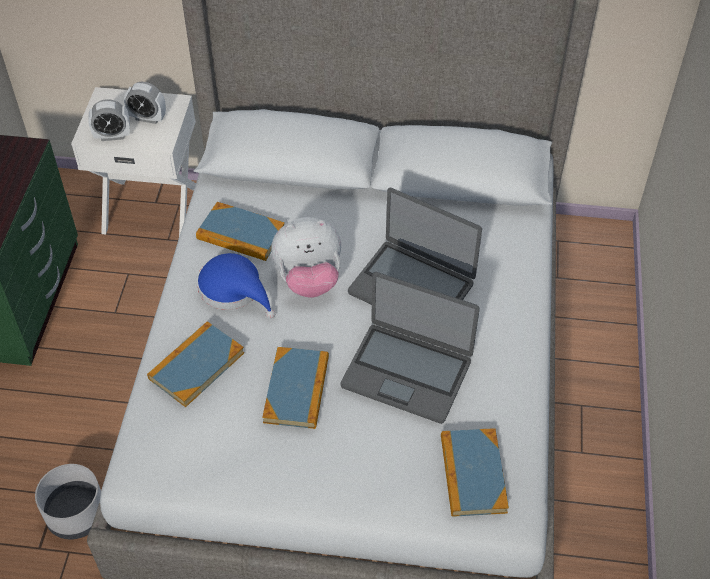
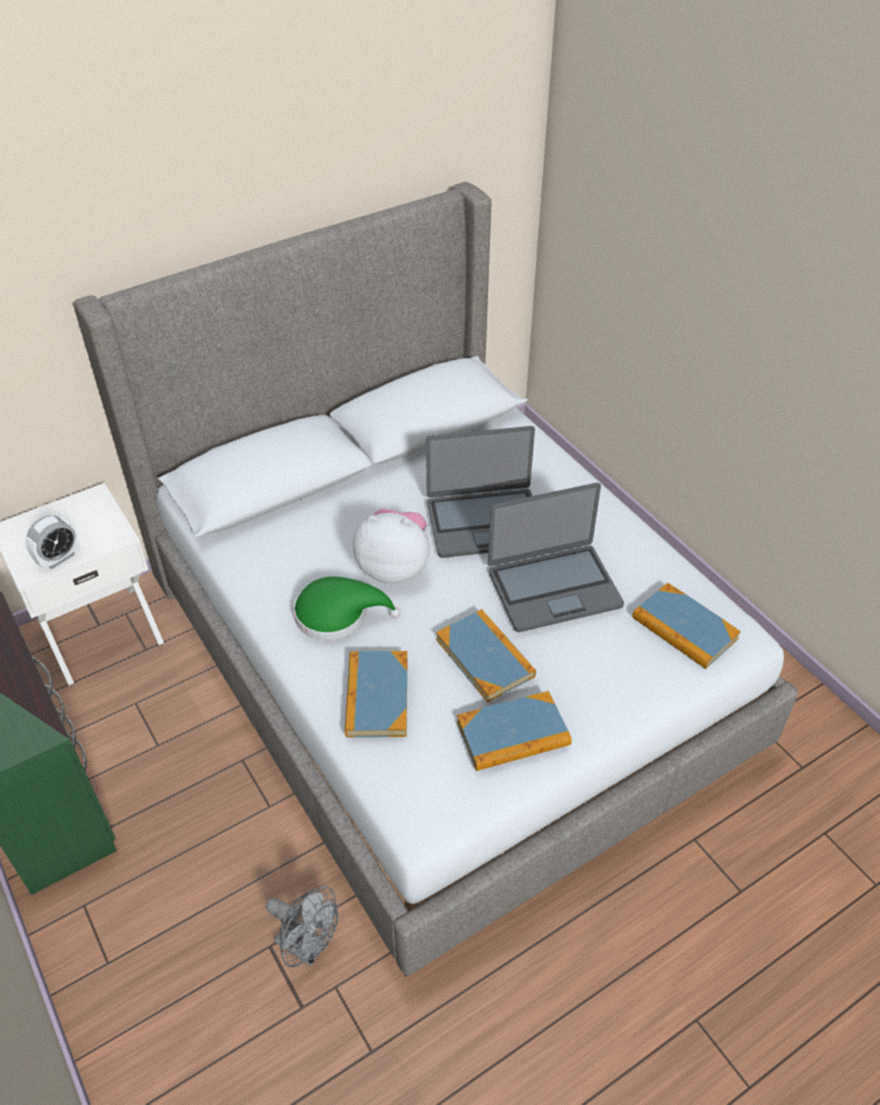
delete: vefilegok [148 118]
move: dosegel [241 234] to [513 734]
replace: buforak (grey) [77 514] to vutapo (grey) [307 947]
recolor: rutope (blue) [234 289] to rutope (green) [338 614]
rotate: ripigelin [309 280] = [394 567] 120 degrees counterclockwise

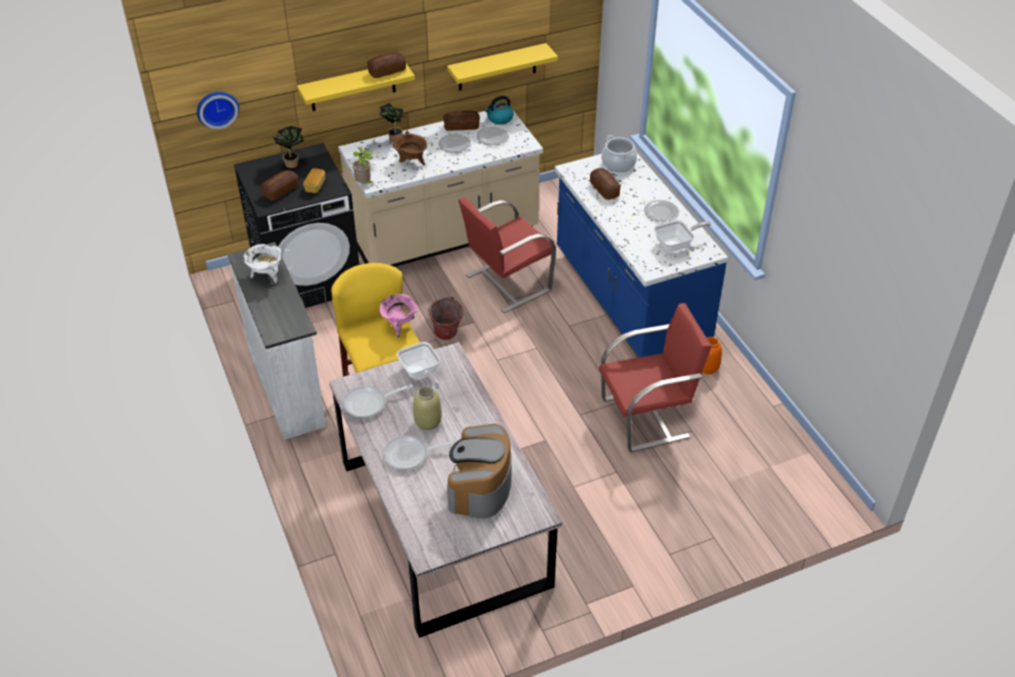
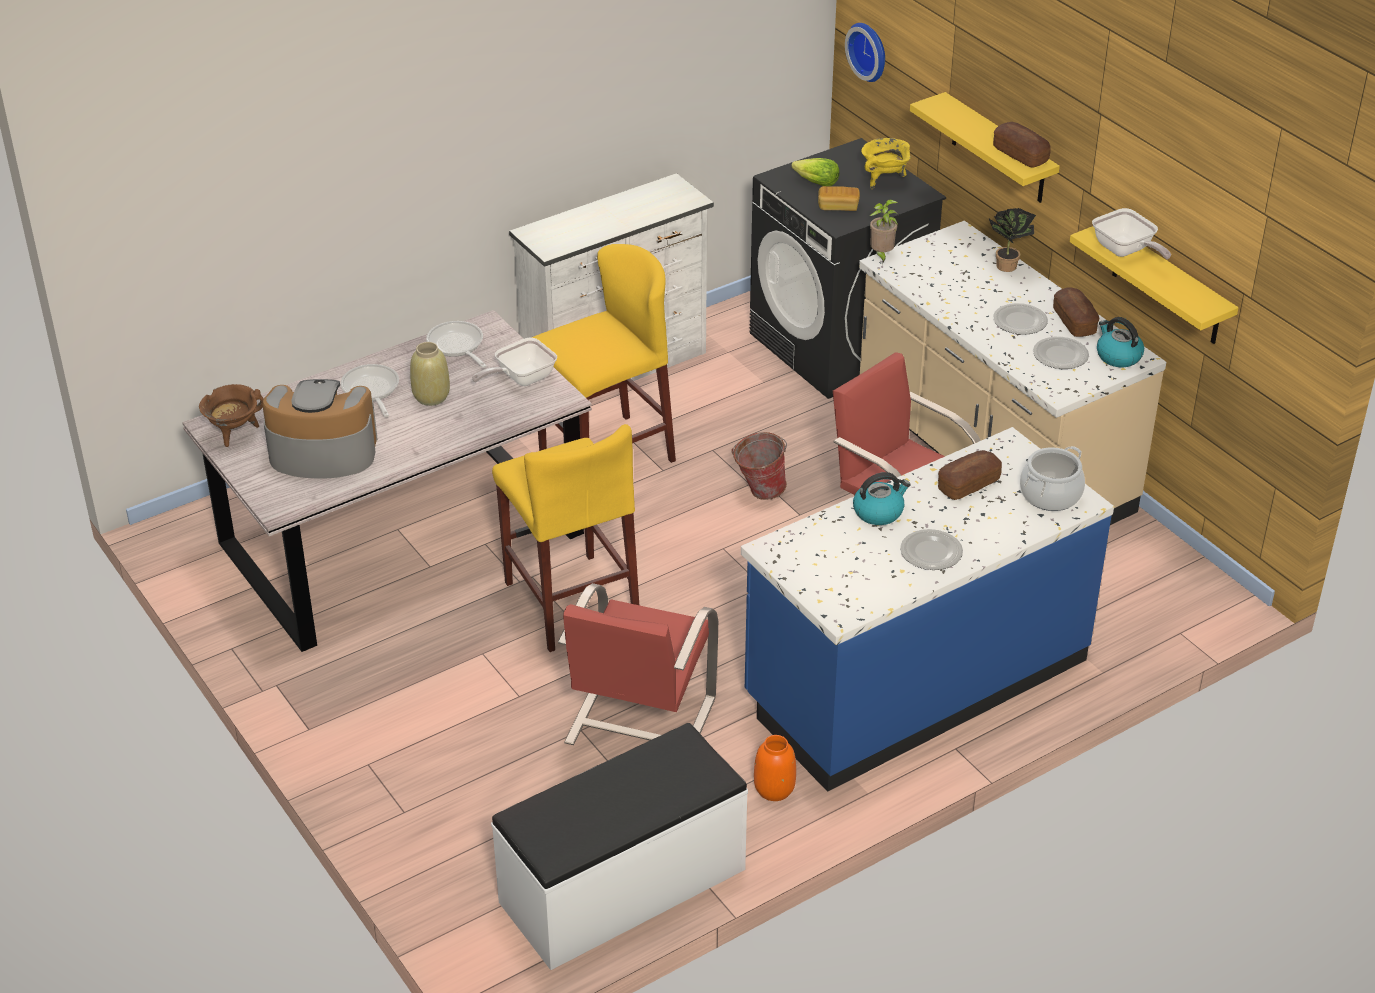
delete: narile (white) [266 275]; narile (pink) [399 326]
insert: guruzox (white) [624 887]; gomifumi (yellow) [571 602]; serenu [879 512]
move: narile (brown) [411 162] to [234 433]; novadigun [676 244] to [1125 251]
replace: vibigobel [281 191] to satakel [816 183]; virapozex [292 163] to narile (yellow) [884 180]
rotate: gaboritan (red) [647 418] = [638 722] 45 degrees clockwise

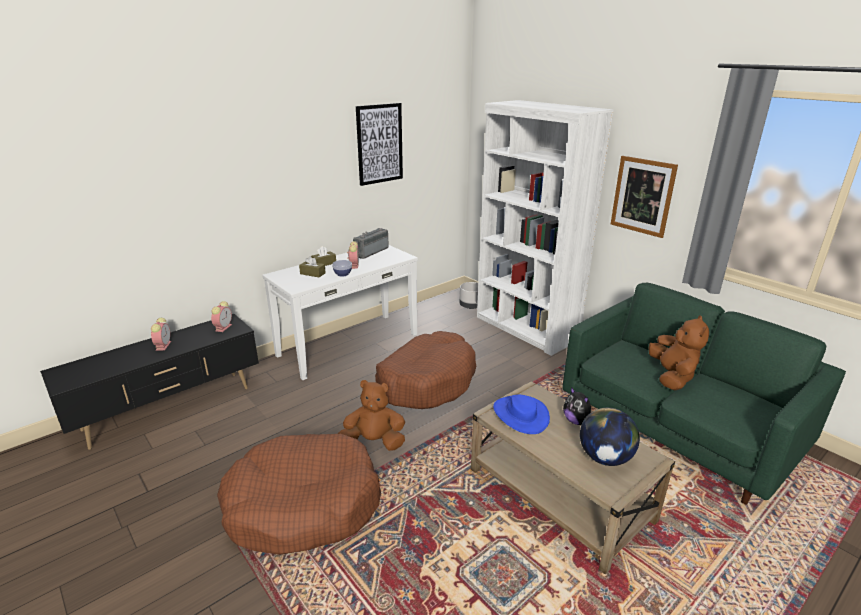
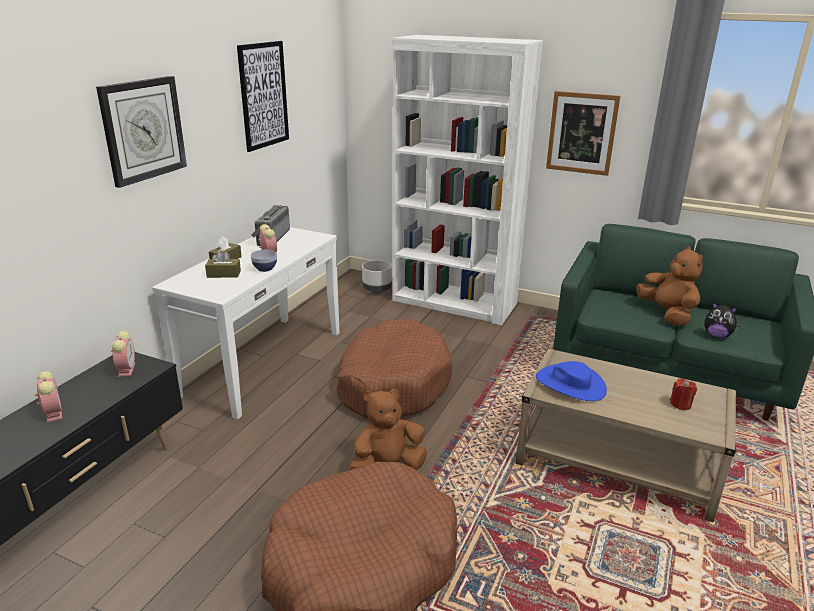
insert: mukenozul [143 130]
move: ripigelin [576 421] to [717 335]
replace: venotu [605 458] to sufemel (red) [680 404]

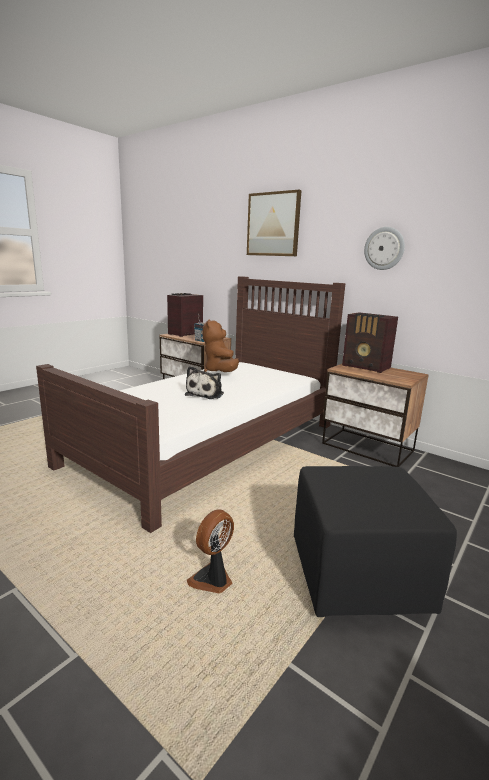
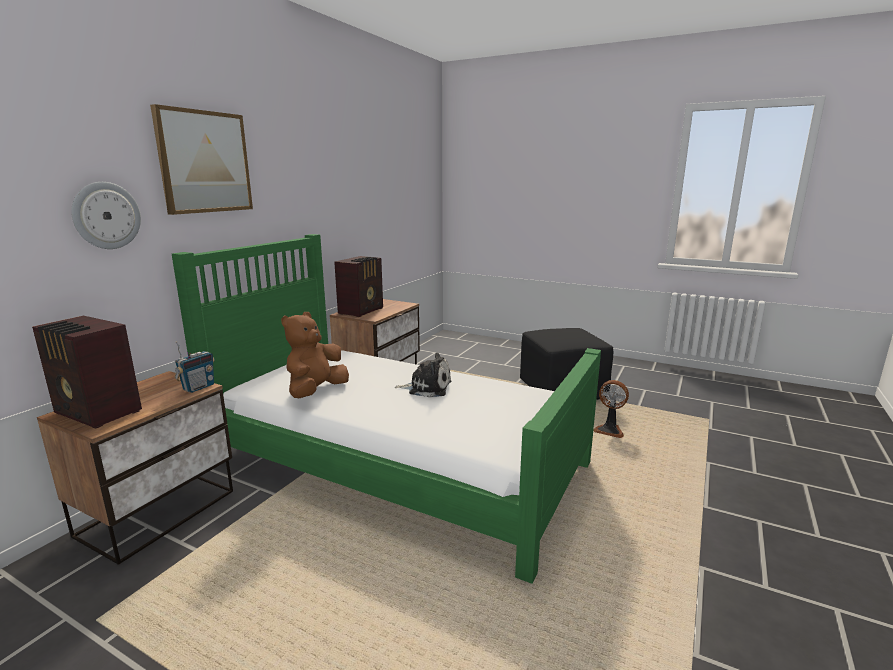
move: mukenozul [384 248] to [106 215]
recolor: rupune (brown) [210 443] to rupune (green) [396 462]
rotate: ripigelin (brown) [220 372] = [316 391] 135 degrees clockwise

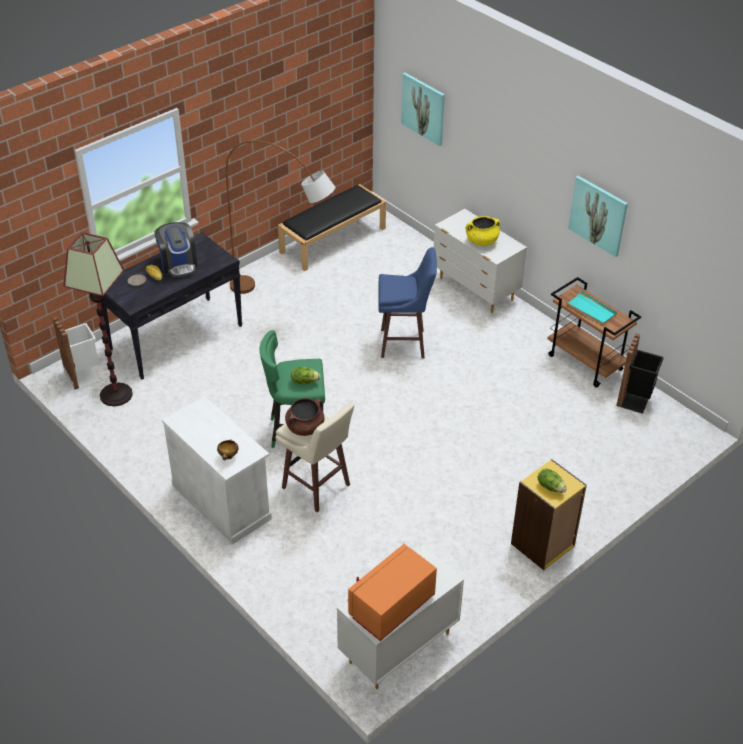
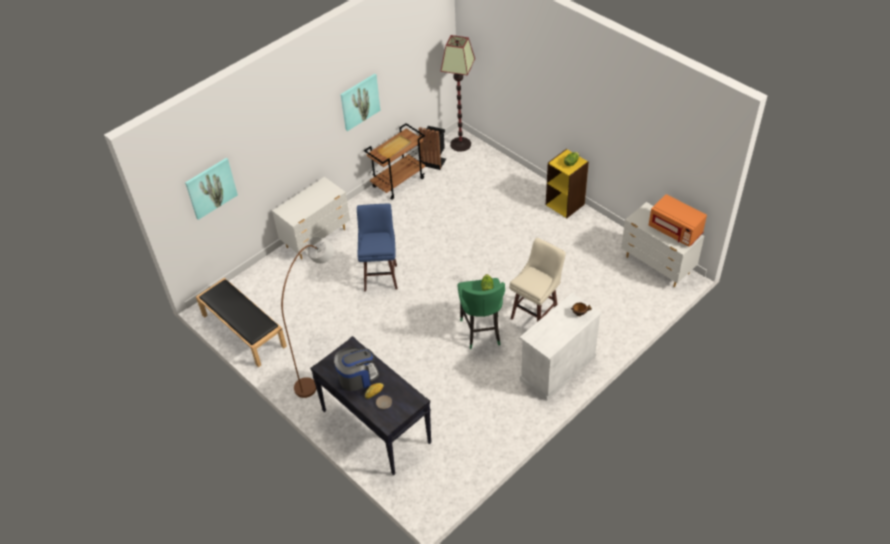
delete: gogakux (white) [83 375]; narile (brown) [305 427]; narile (yellow) [481 241]
move: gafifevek [115 395] to [460 144]
recolor: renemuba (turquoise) [591 310] to renemuba (beige) [394 148]

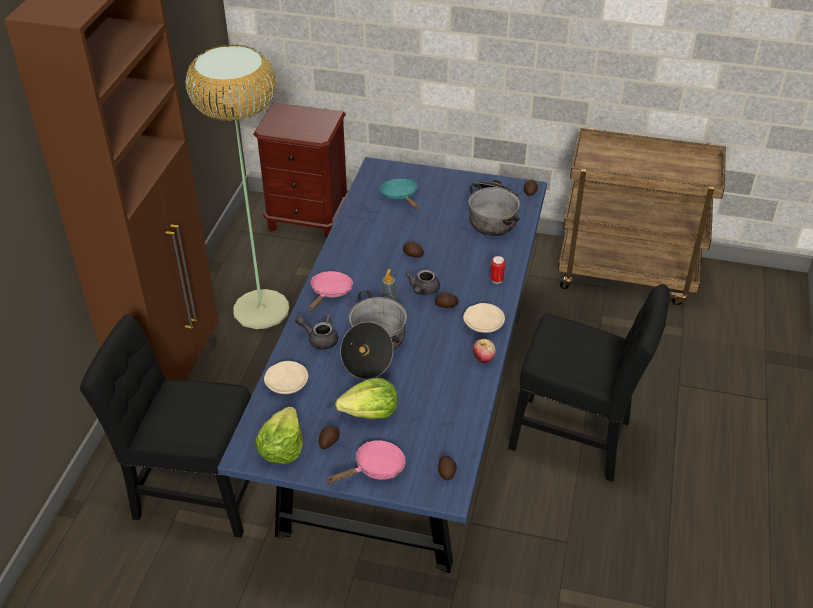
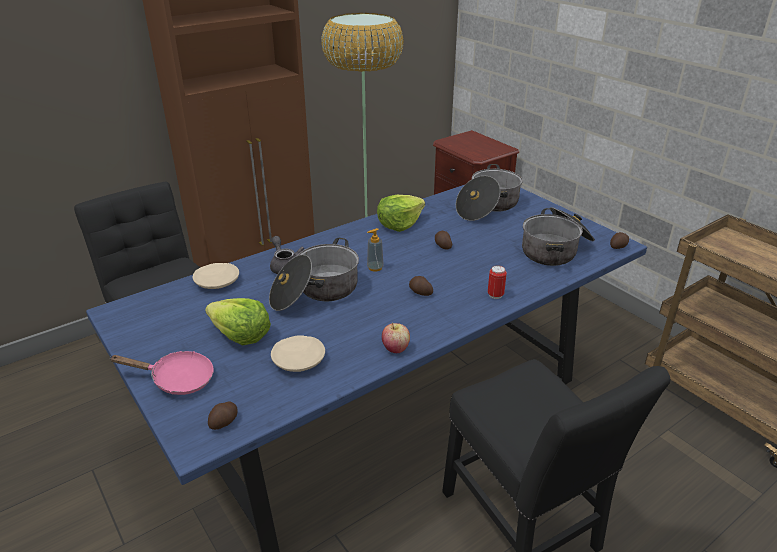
delete: novadigun (pink) [330 292]; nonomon [328 441]; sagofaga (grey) [423 290]
move: satakel [281 447] to [399 224]; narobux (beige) [483 323] to [299 360]
replace: novadigun (turquoise) [401 196] to narile [488 206]

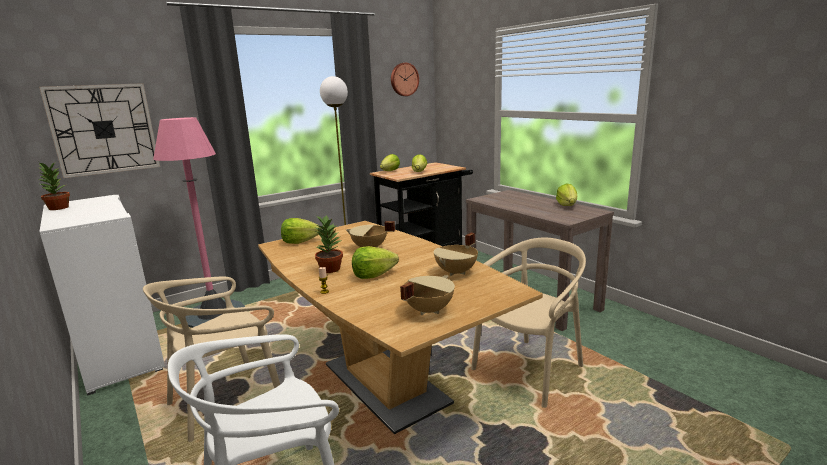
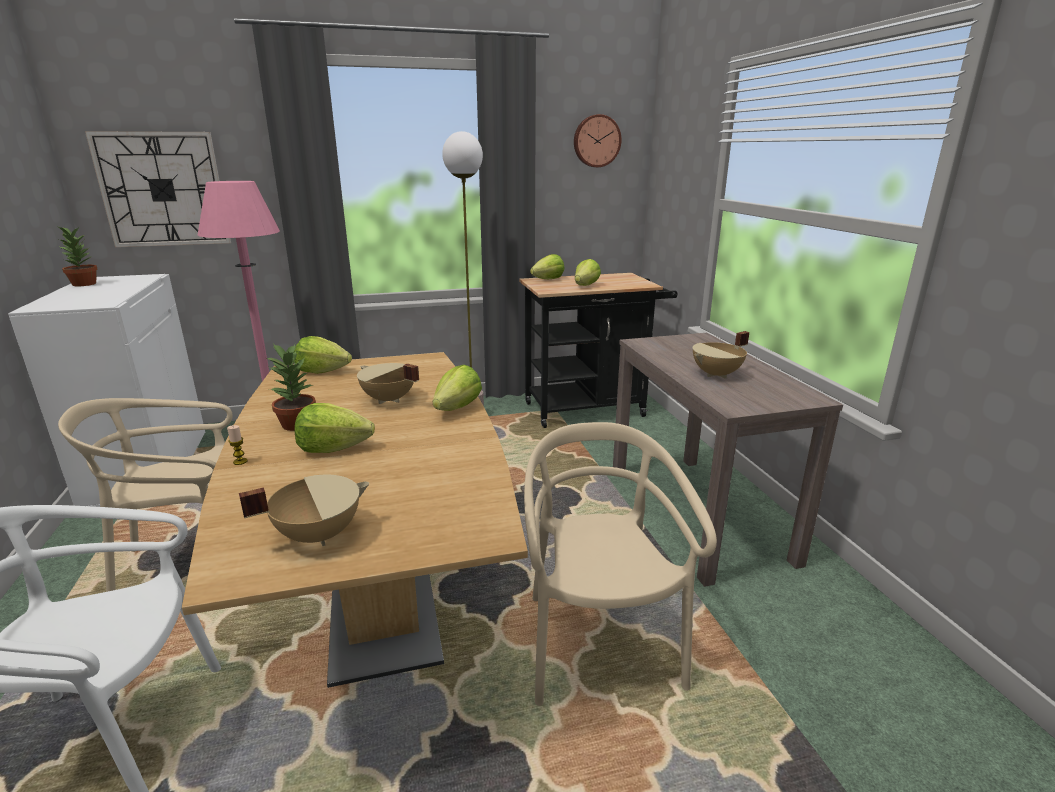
move: narile (beige) [457 272] to [717 374]; satakel [567 205] to [457 408]
rotate: gaboritan (beige) [529 370] = [598 643] 75 degrees counterclockwise

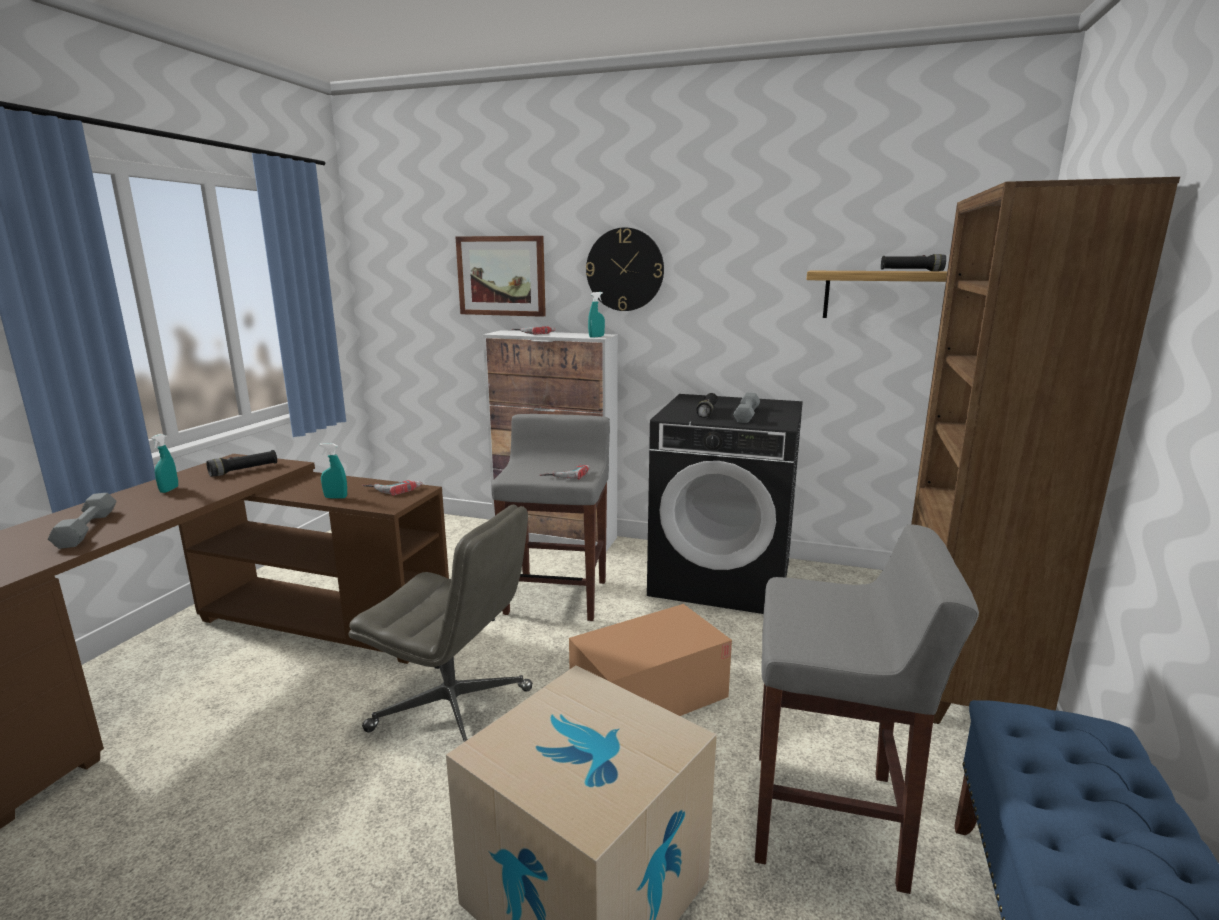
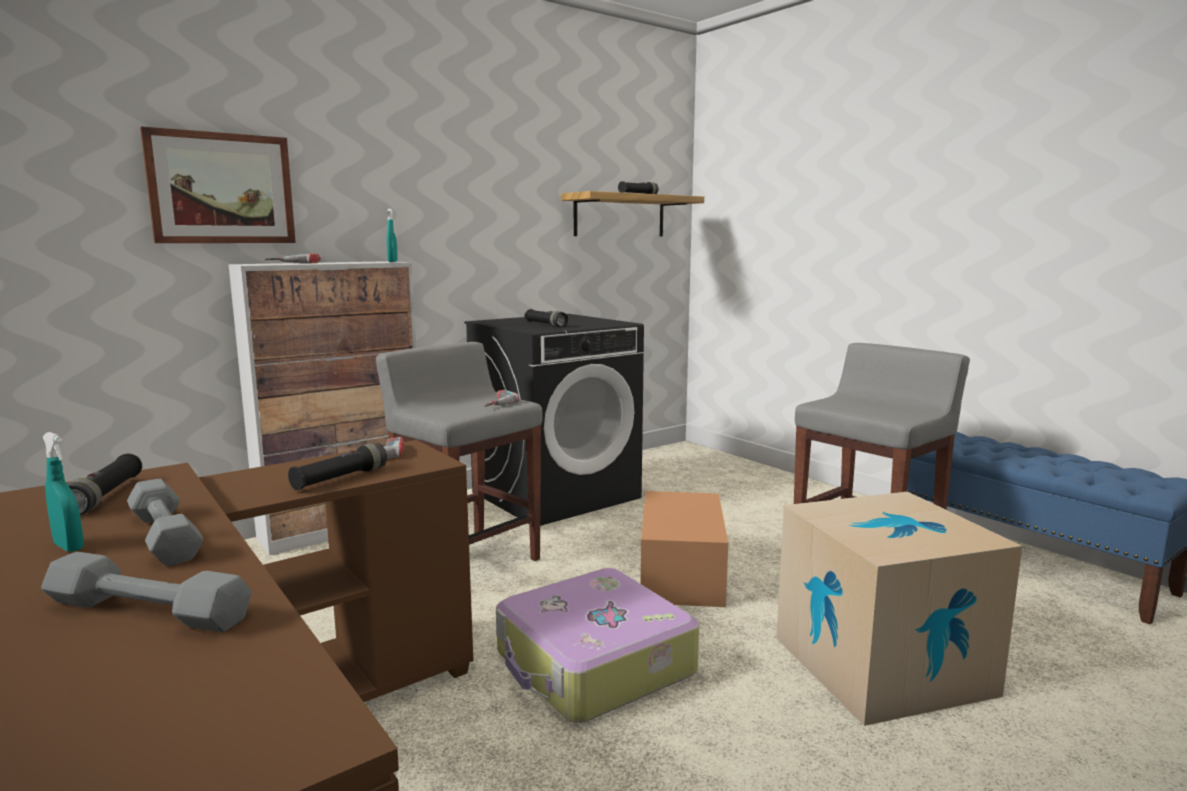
delete: mukenozul [625 269]; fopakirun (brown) [960 670]
move: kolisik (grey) [746 415] to [166 535]
replace: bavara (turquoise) [336 497] to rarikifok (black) [340 479]; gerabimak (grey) [454 710] to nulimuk [594 665]

